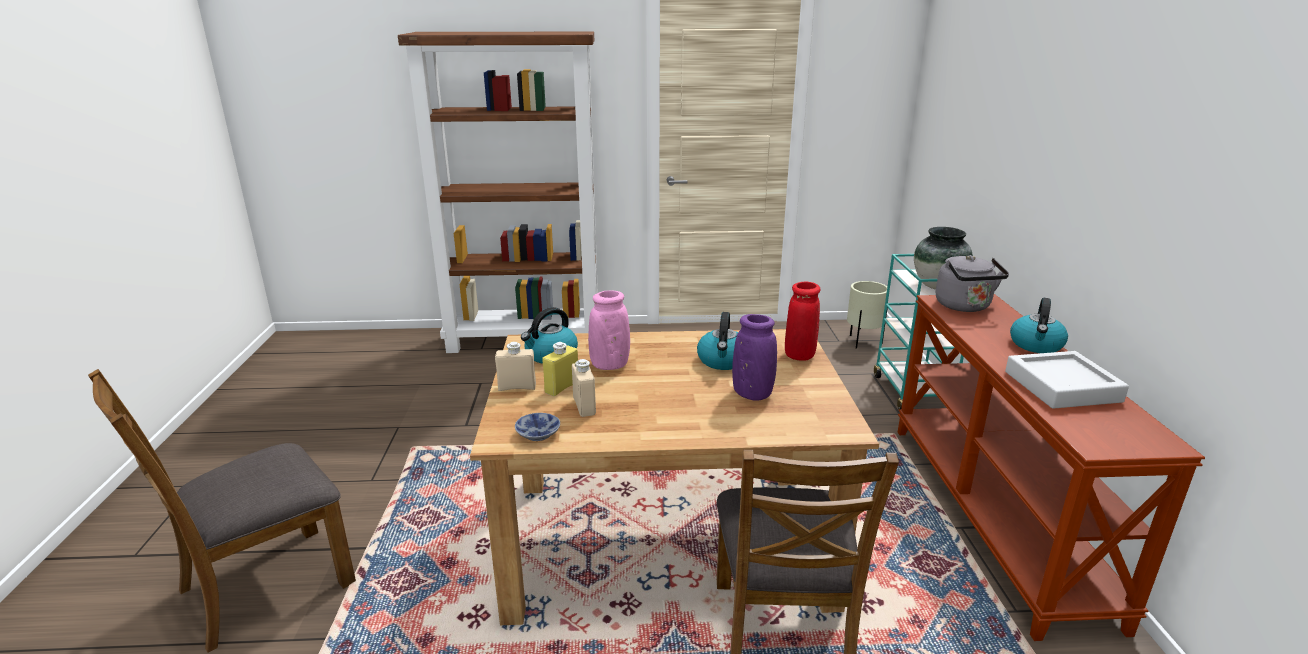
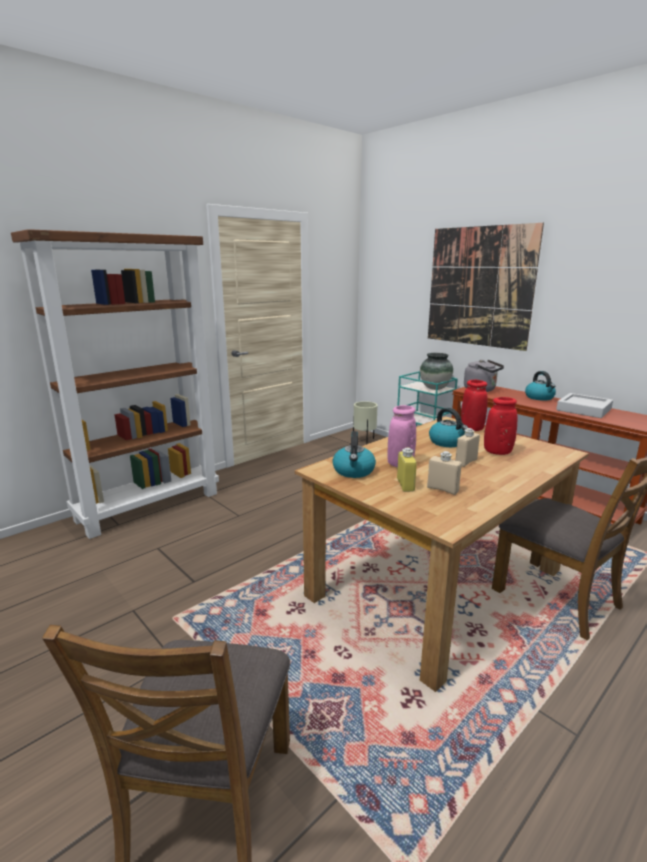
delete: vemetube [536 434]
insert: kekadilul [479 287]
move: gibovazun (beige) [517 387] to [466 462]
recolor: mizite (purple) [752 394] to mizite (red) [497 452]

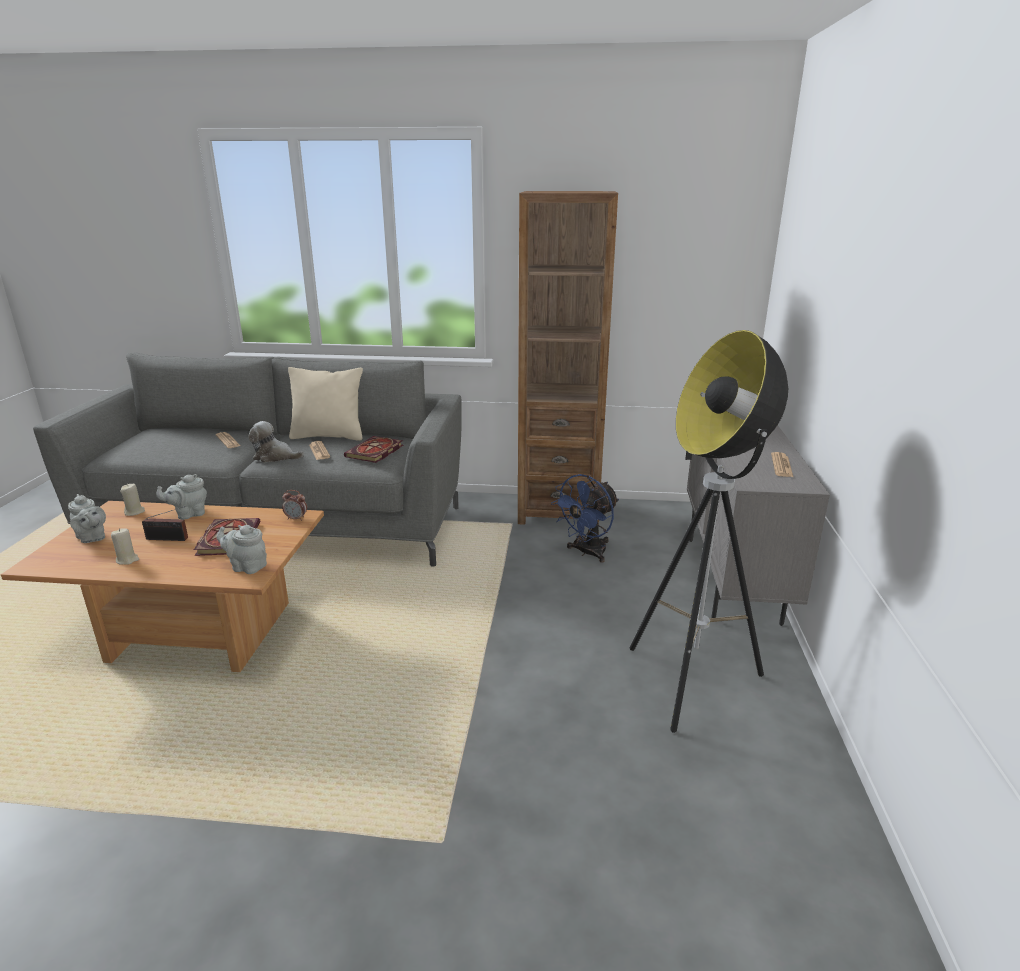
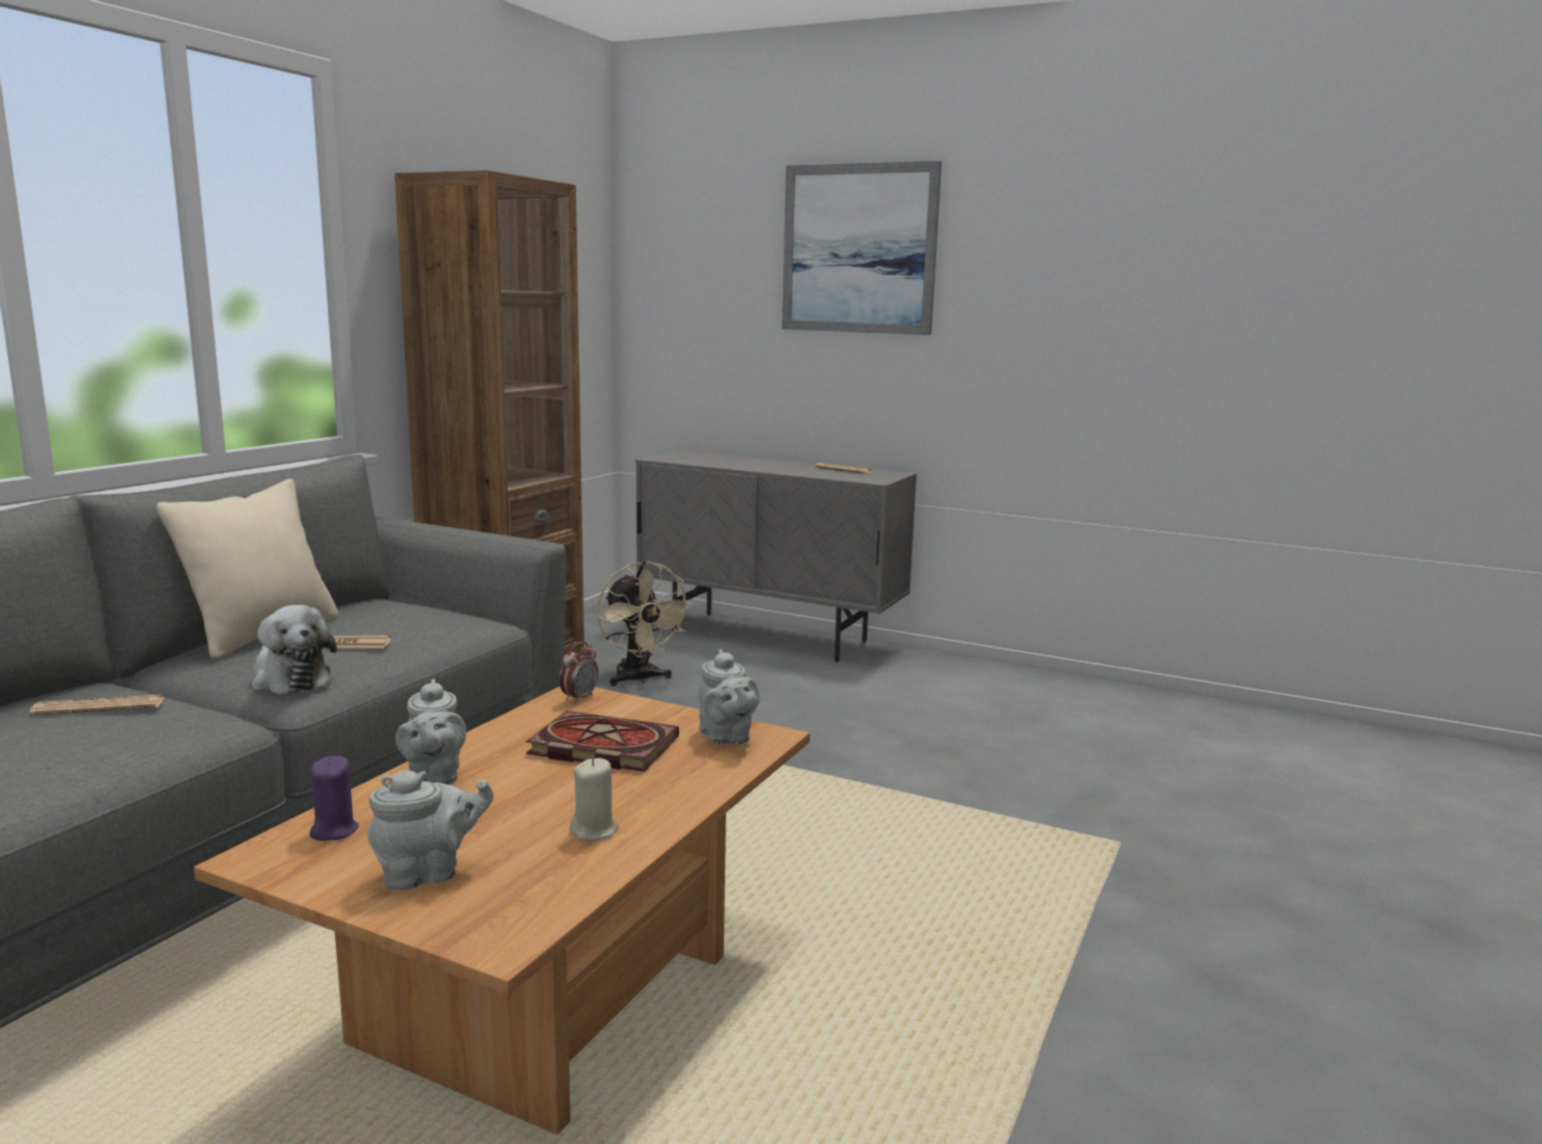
delete: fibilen [169 539]; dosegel [375 452]; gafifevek [692 683]
insert: kekadilul [858 249]
recolor: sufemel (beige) [134 512] to sufemel (purple) [334 830]; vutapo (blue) [587 553] to vutapo (beige) [639 679]
rotate: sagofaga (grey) [247 567] = [726 737] 60 degrees counterclockwise; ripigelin [275 457] = [290 679] 75 degrees counterclockwise

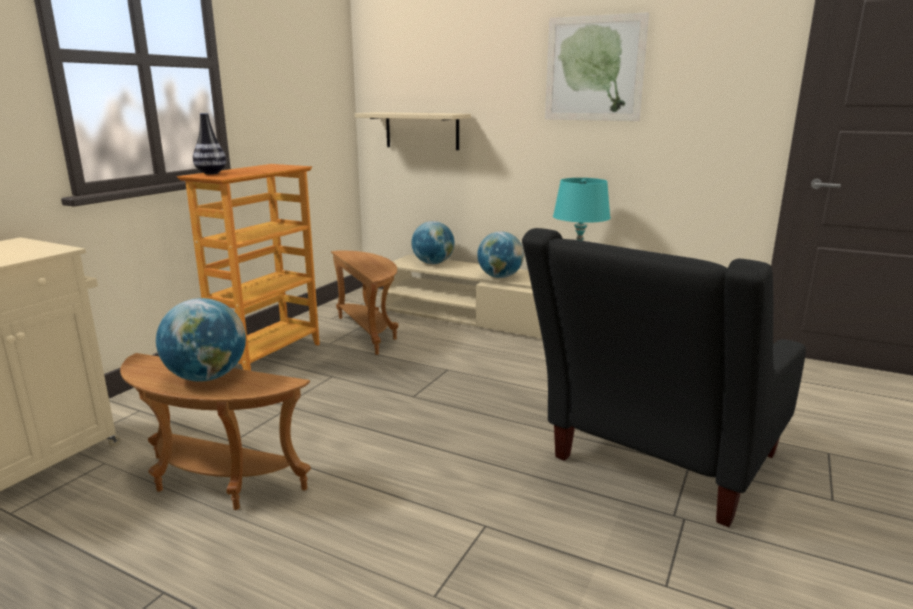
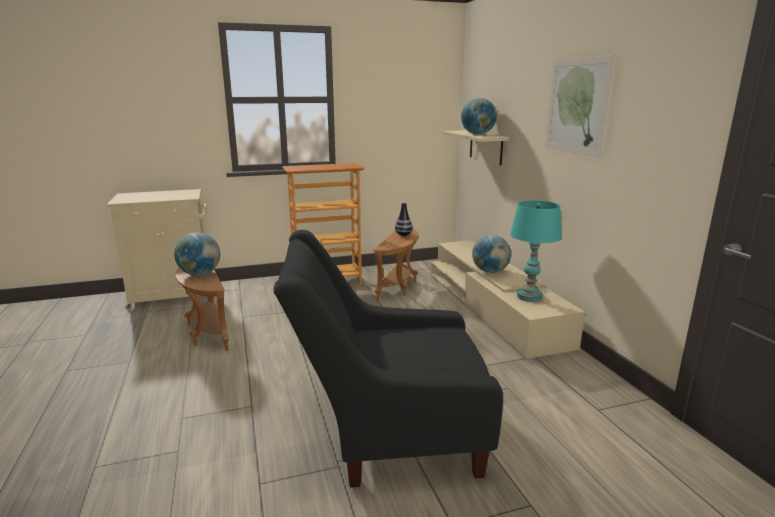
move: mizite [211 173] to [403 235]; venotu [433 263] to [478 134]

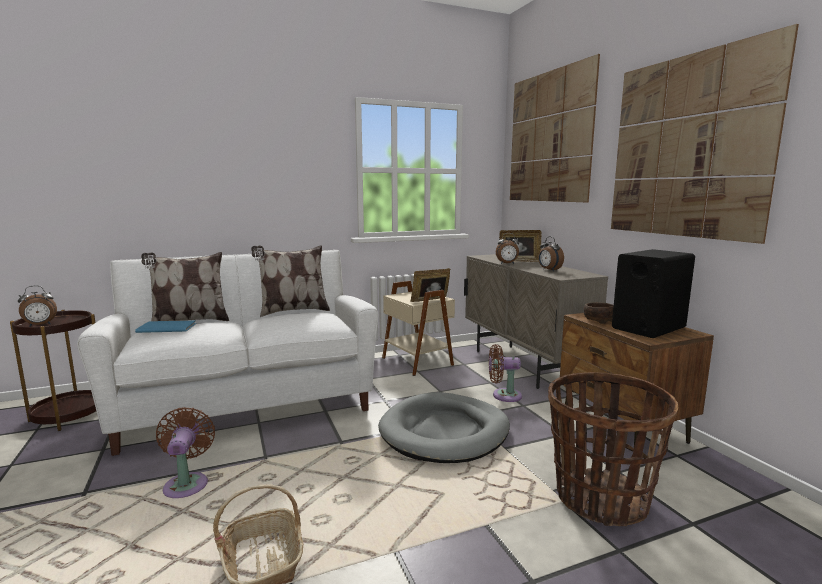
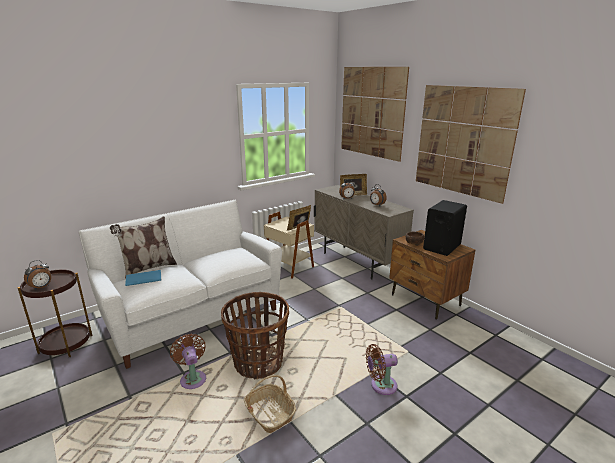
delete: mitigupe [293 311]; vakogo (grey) [445 432]
move: vutapo (brown) [503 395] to [381 385]; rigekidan [600 499] to [257 363]

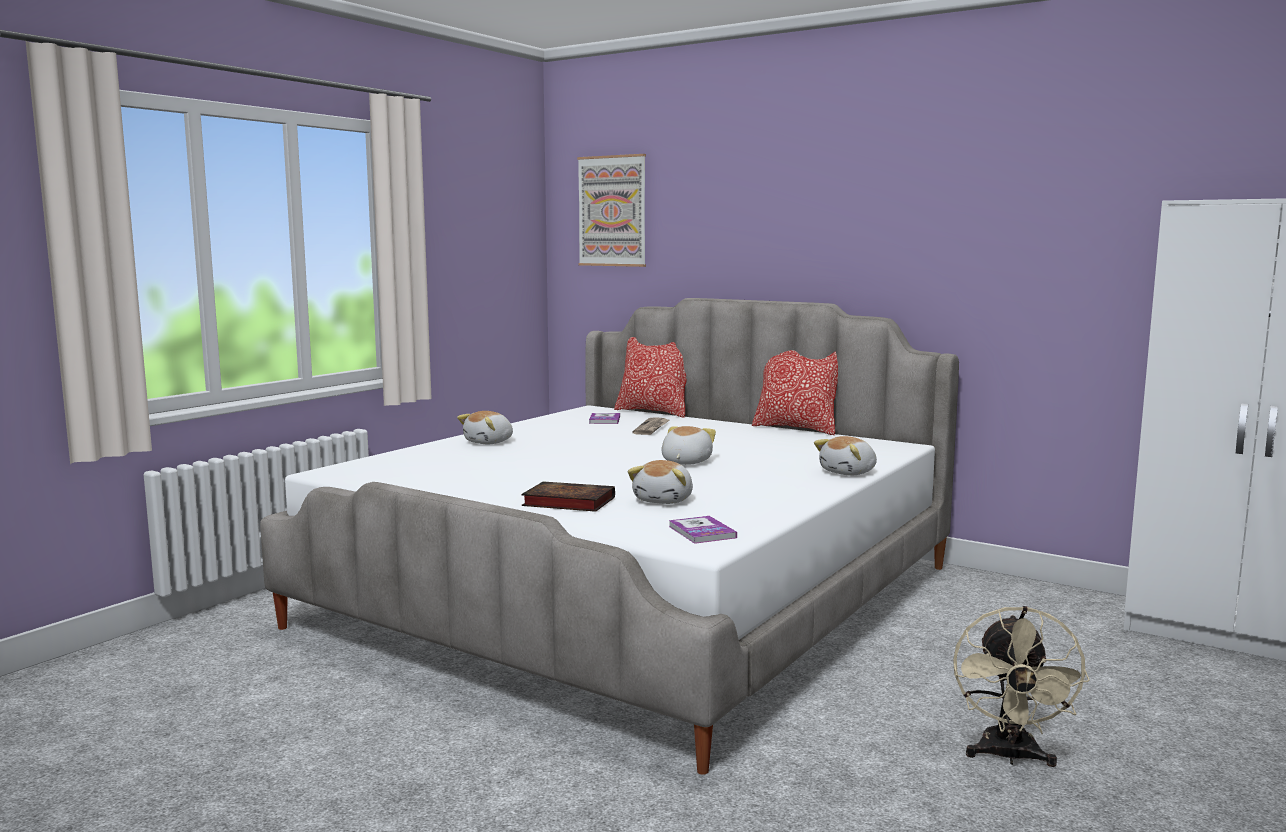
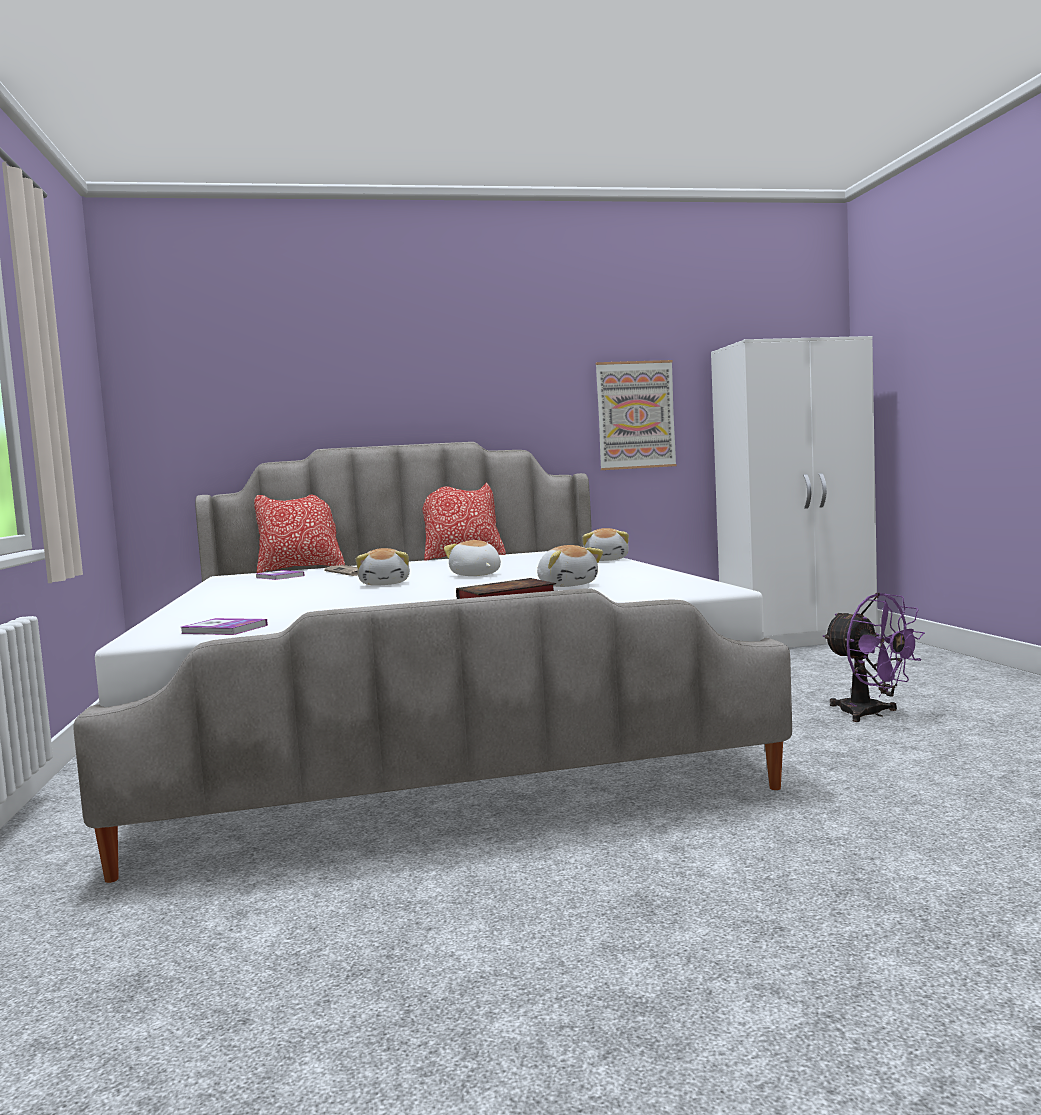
move: ripigelin [489 442] to [385 584]; kekadilul [612 211] to [635 415]; dosegel [702 532] to [224 629]
recolor: vutapo (beige) [1009 757] to vutapo (purple) [871 714]

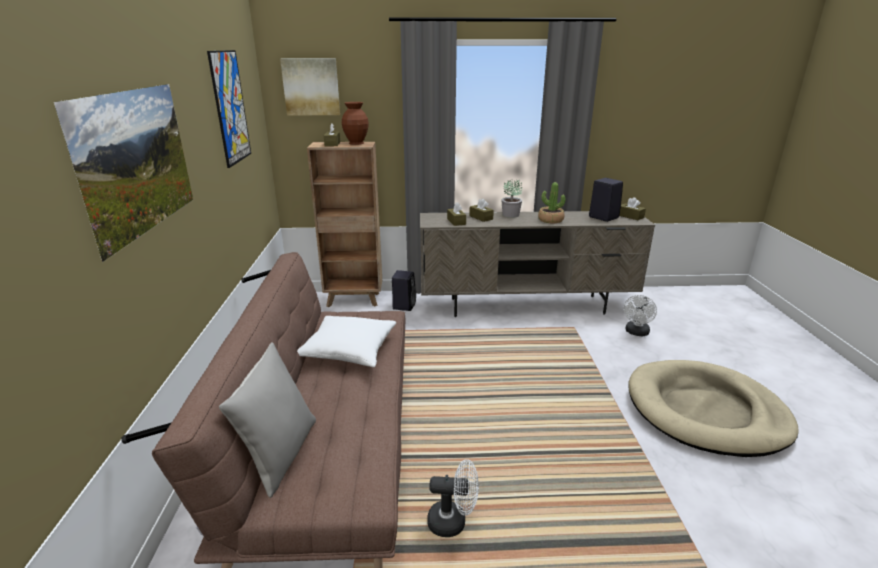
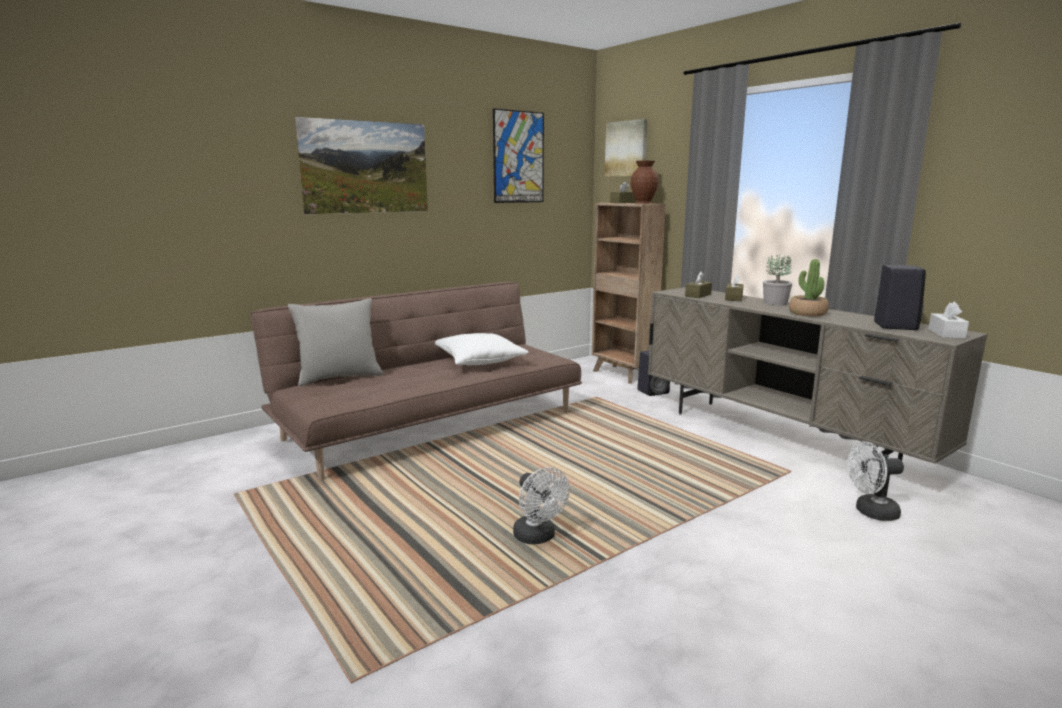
delete: vakogo (beige) [706 411]
move: vutapo (white) [453 522] to [538 538]
recolor: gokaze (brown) [630 216] to gokaze (white) [946 333]

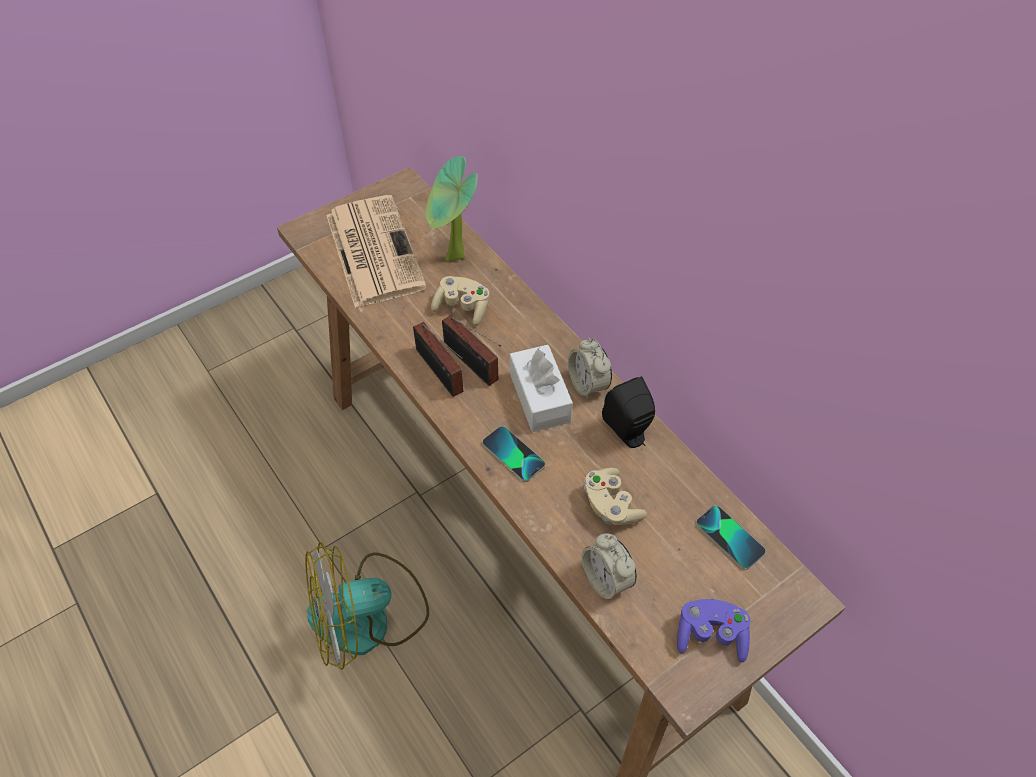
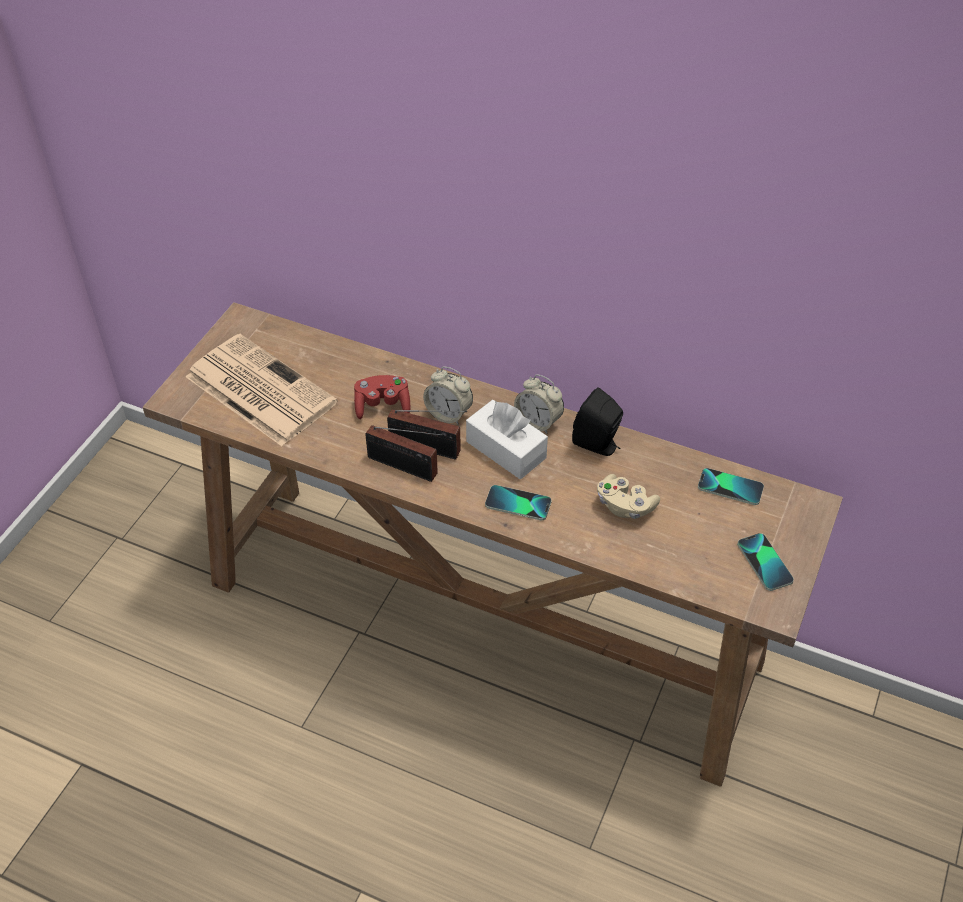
delete: vutapo [368 617]; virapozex [454 260]
move: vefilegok [606 579] to [448 414]
replace: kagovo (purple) [710 635] to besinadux [765 562]
recolor: kagovo (beige) [462 308] to kagovo (red) [382 405]

